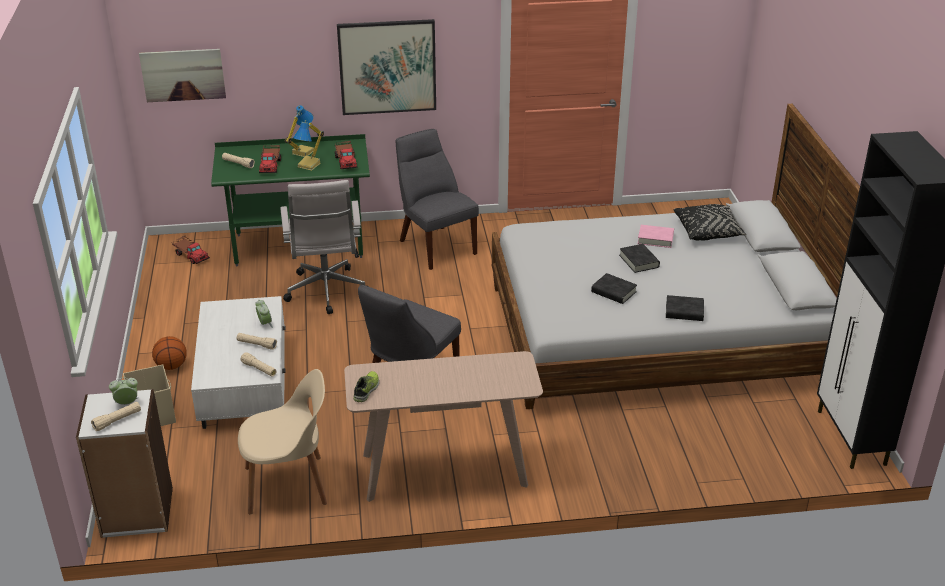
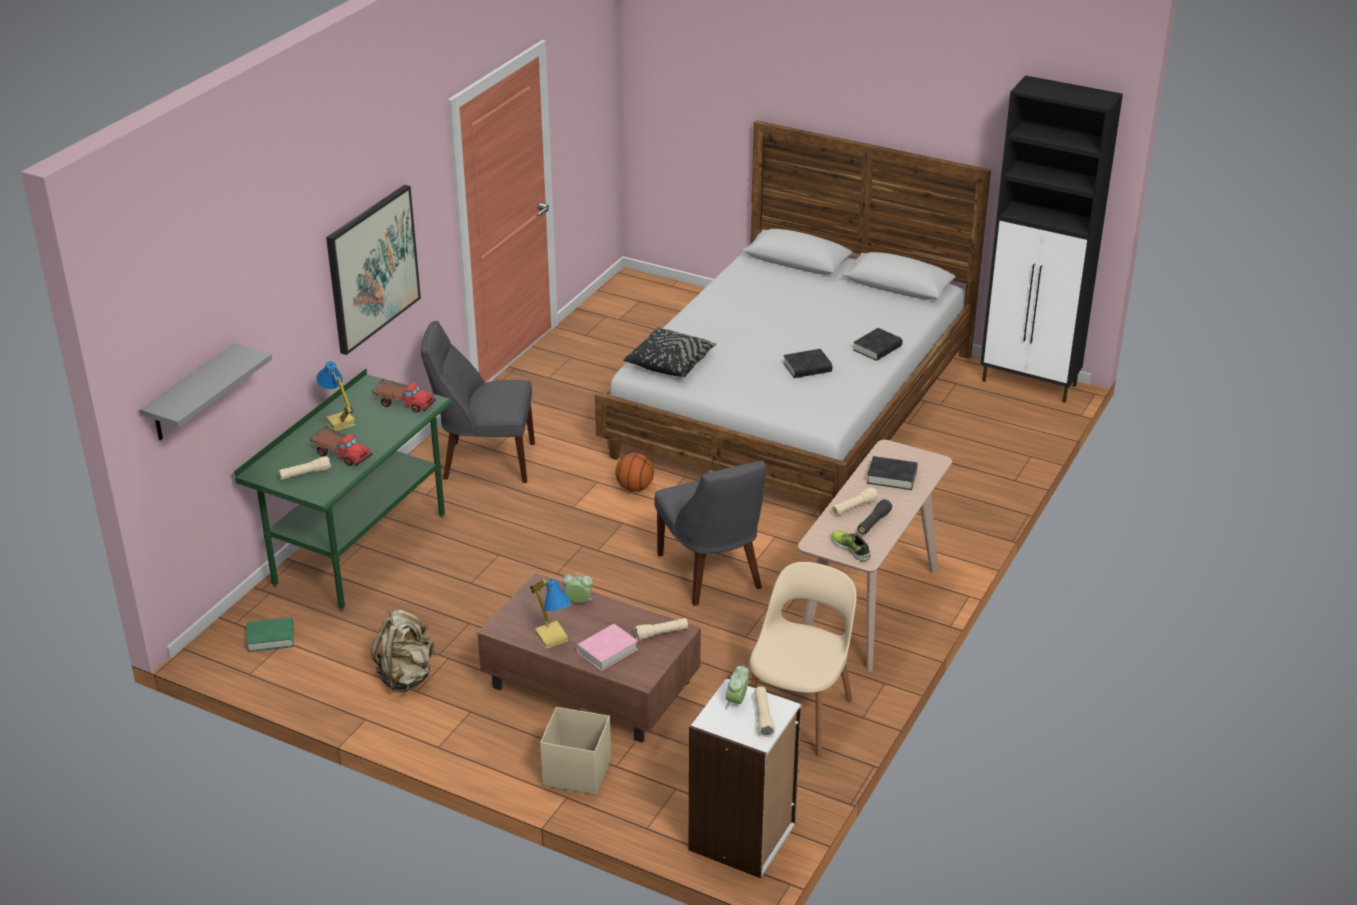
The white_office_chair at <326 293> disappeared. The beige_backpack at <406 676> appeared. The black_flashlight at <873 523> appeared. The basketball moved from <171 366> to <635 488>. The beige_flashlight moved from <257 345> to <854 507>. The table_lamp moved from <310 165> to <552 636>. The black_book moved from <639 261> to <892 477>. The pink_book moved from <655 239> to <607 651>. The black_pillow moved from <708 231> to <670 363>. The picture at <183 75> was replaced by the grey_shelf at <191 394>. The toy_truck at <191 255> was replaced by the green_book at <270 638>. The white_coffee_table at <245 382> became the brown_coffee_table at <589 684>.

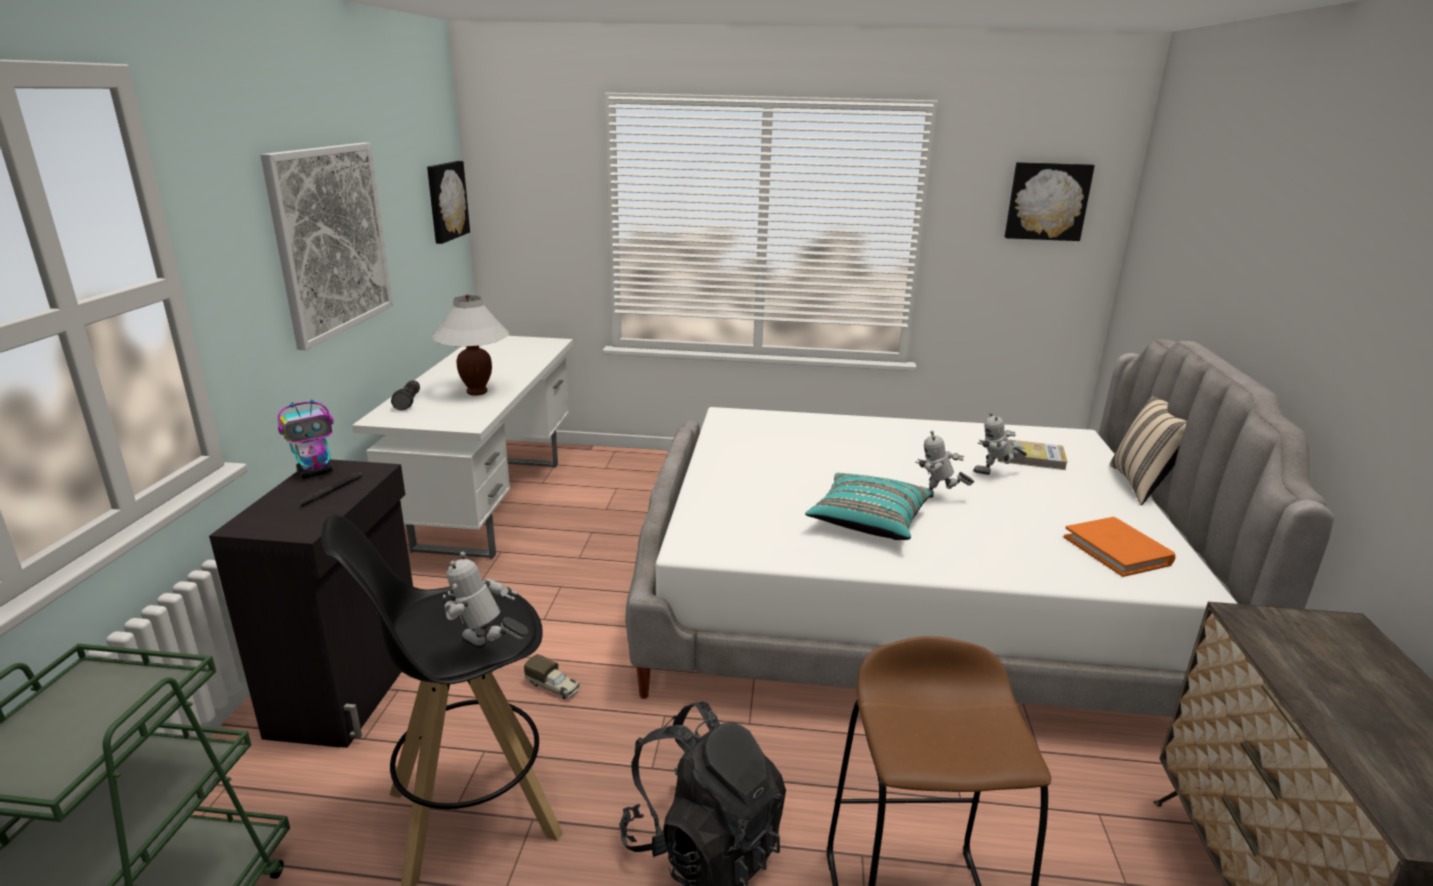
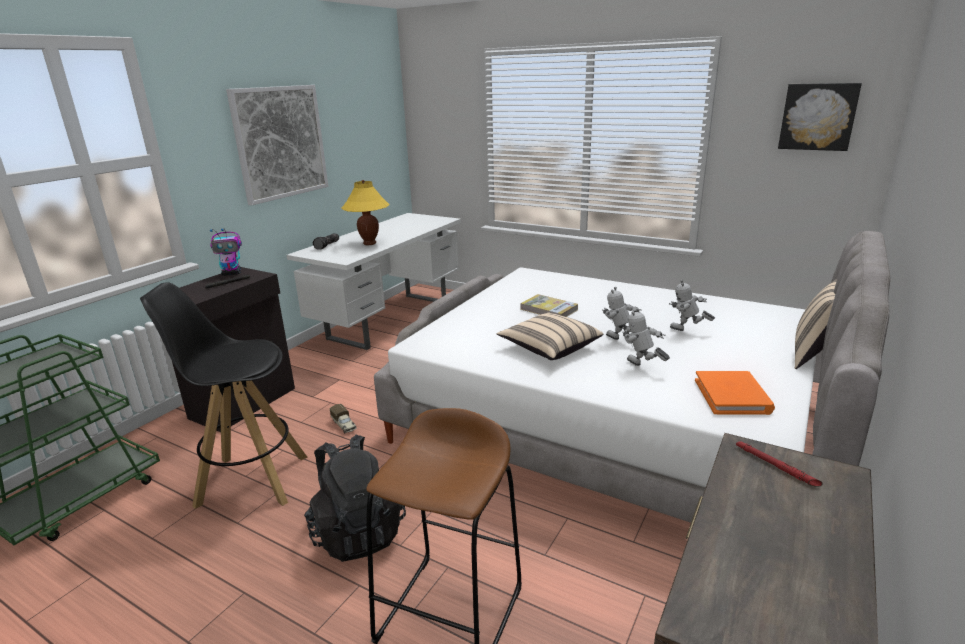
The picture at <446 201> disappeared. The red_flashlight at <776 466> appeared. The toy_robot moved from <486 652> to <641 368>. The book moved from <1030 457> to <548 309>. The white_table_lamp at <477 392> became the yellow_table_lamp at <370 243>. The turquoise_pillow at <868 522> became the beige_pillow at <549 348>.

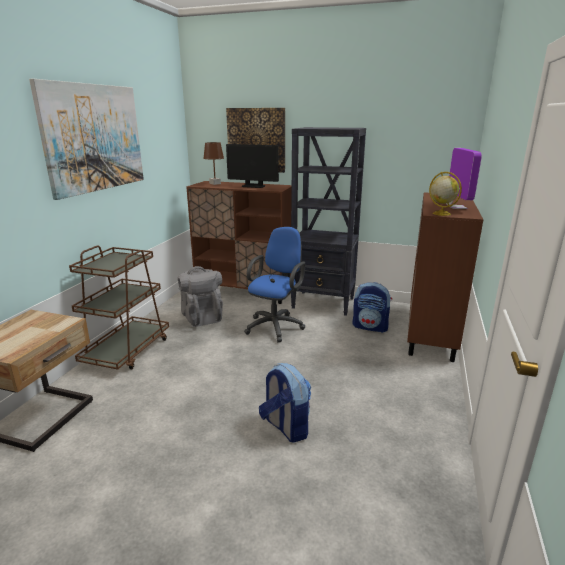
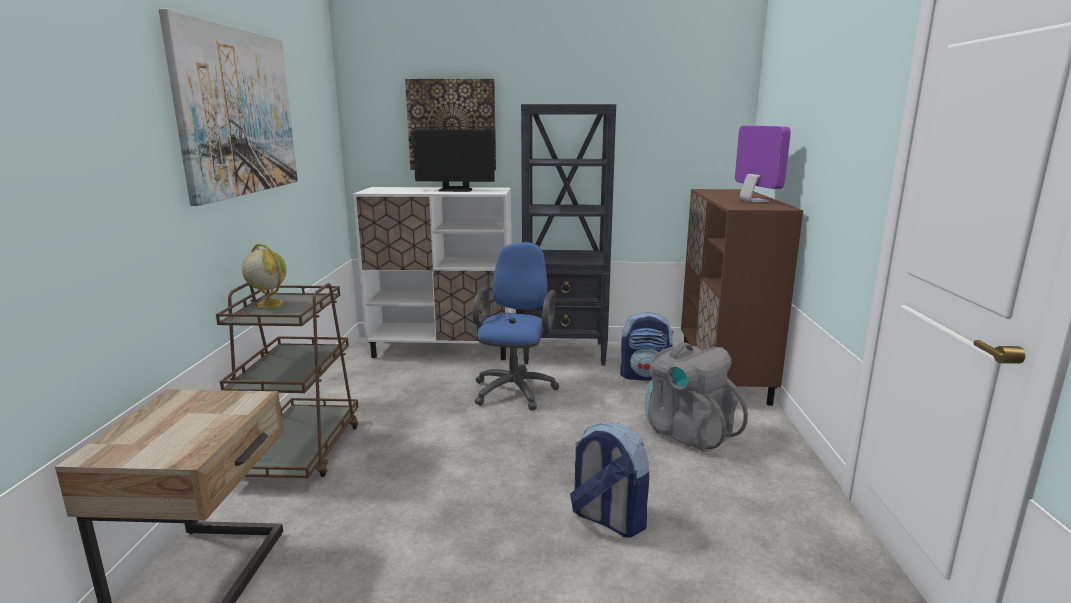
The brown_table_lamp at <214 183> disappeared. The grey_backpack moved from <202 317> to <687 432>. The globe moved from <441 213> to <268 304>. The brown_cabinet at <244 292> became the white_cabinet at <443 350>.

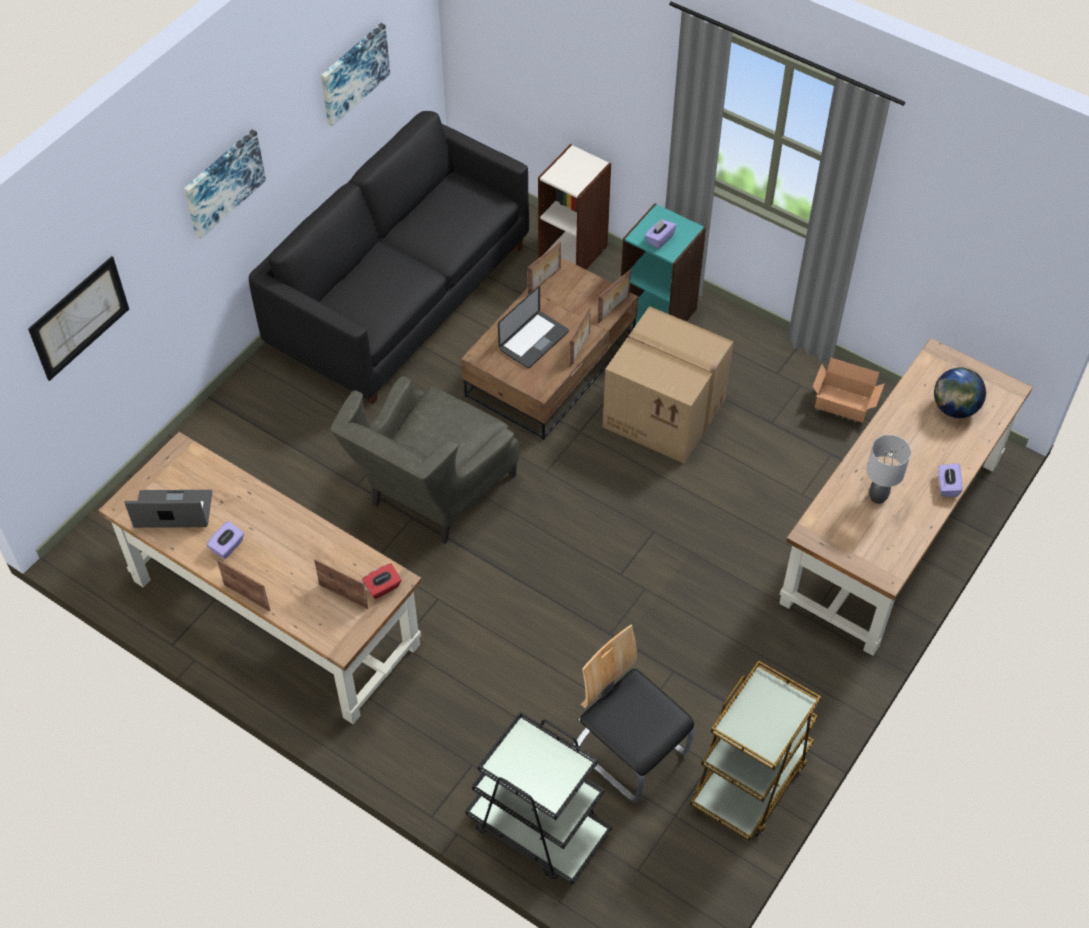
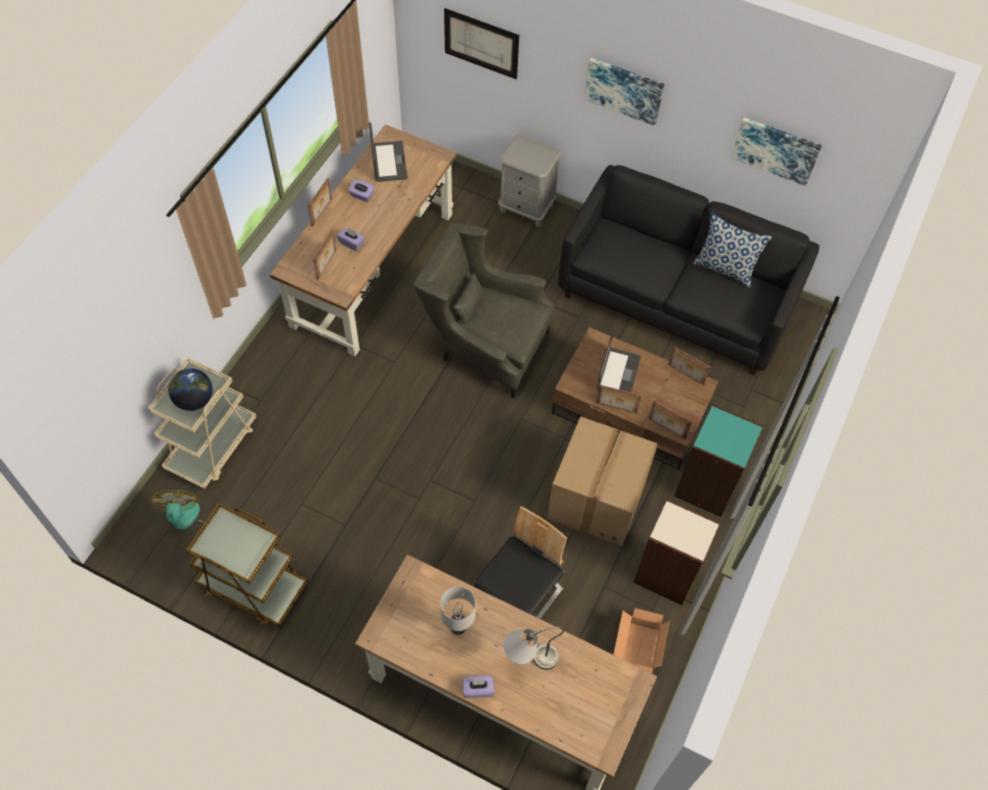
The red_tissue_box at <383 588> disappeared. The fan at <184 523> appeared. The grey_nightstand at <526 208> appeared. The grey_table_lamp at <528 660> appeared. The pillow at <725 268> appeared. The bookcase moved from <573 252> to <666 575>. The chair moved from <630 750> to <519 597>. The purple_tissue_box moved from <659 239> to <352 243>. The globe moved from <954 408> to <194 400>. The black_cart at <537 827> became the beige_cart at <212 446>. The laptop at <534 340> turned 105 degrees counterclockwise.

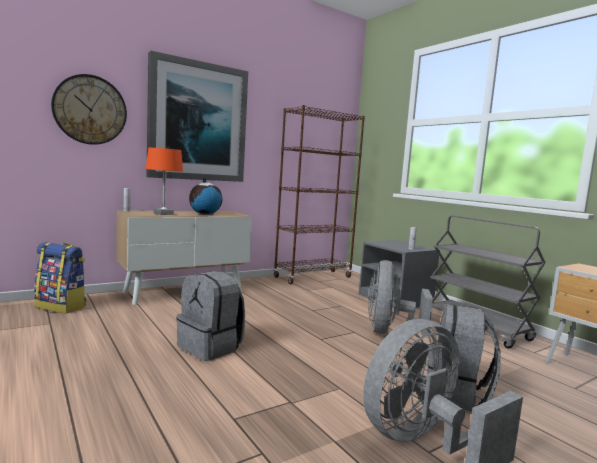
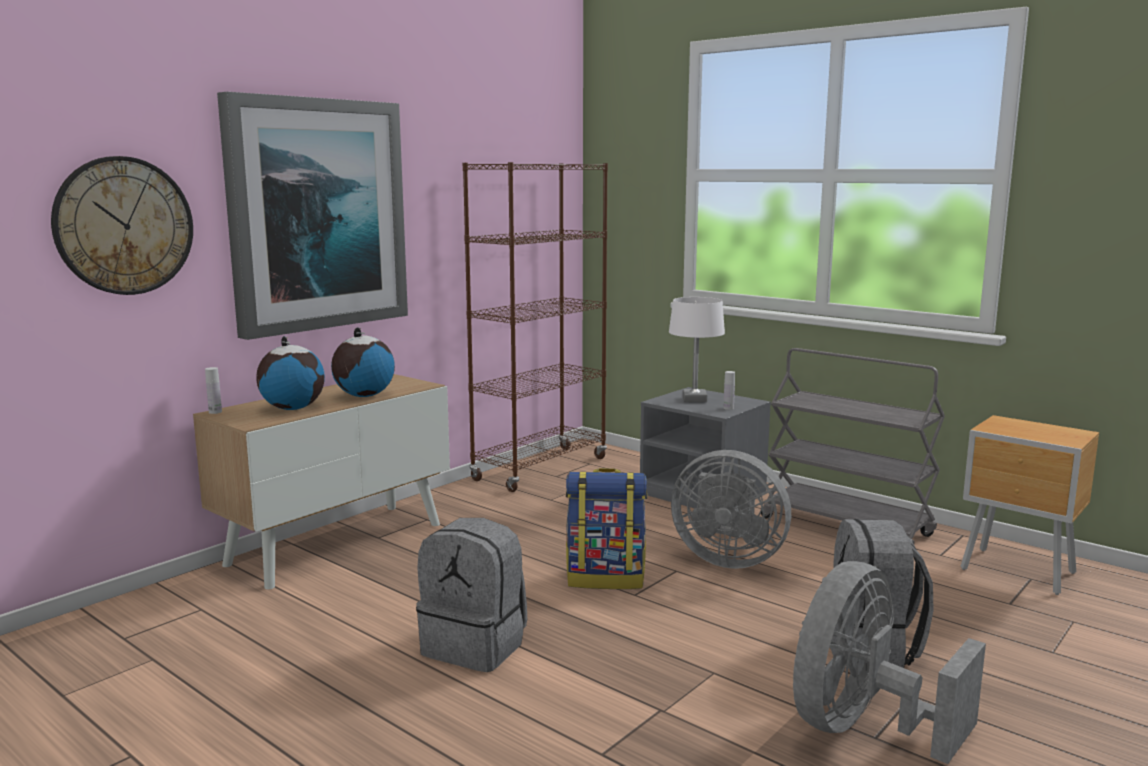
The white_table_lamp at <695 399> appeared. The backpack moved from <61 307> to <606 578>. The orange_table_lamp at <163 214> was replaced by the globe at <292 408>. The grey_fan at <389 331> turned 60 degrees counterclockwise.

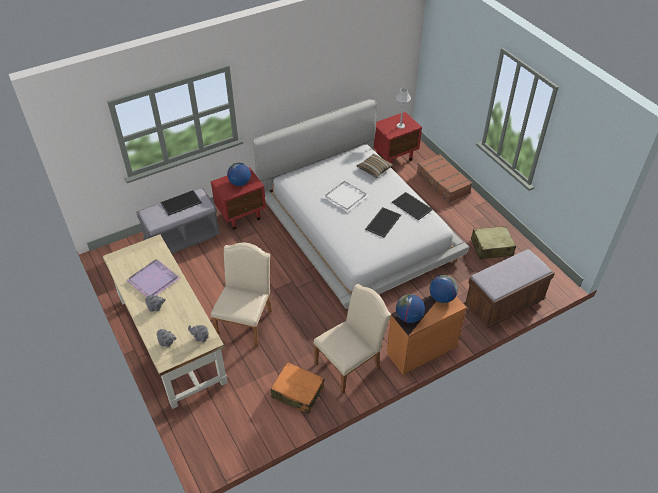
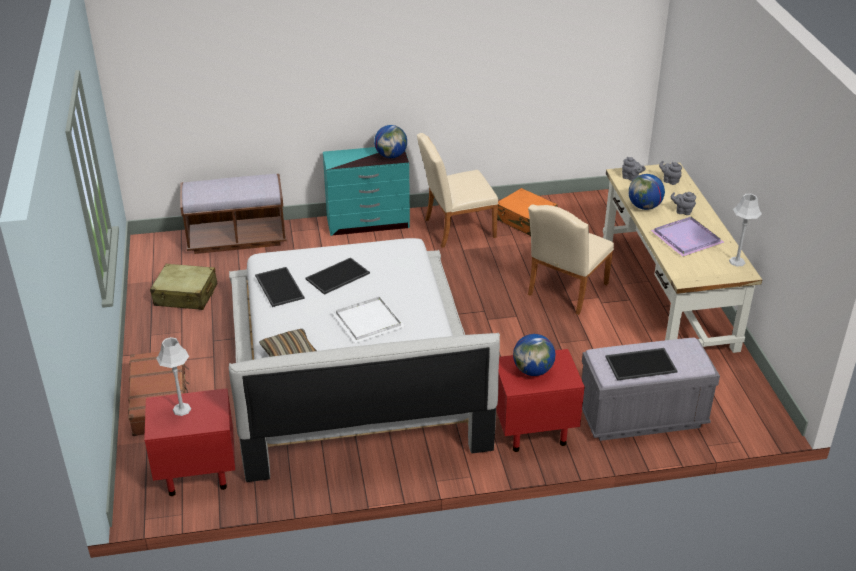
The grey_table_lamp at <737 261> appeared. The globe moved from <441 297> to <644 207>. The orange_dresser at <421 349> became the turquoise_dresser at <368 223>.

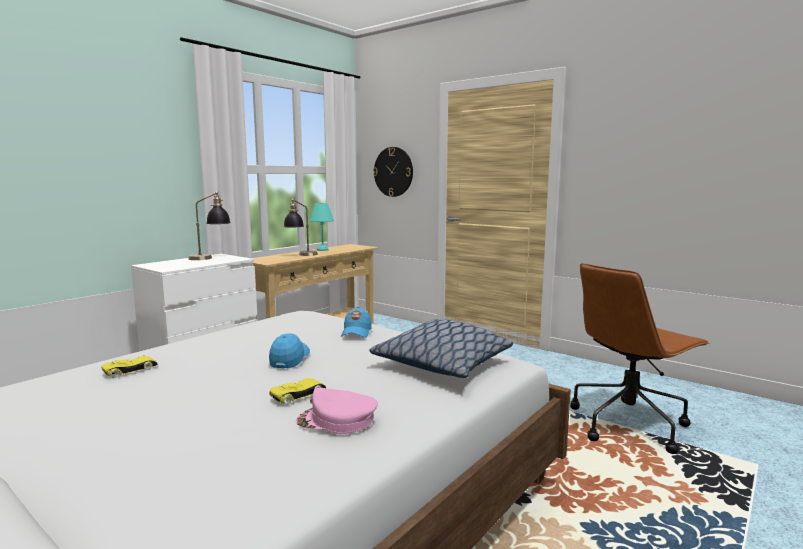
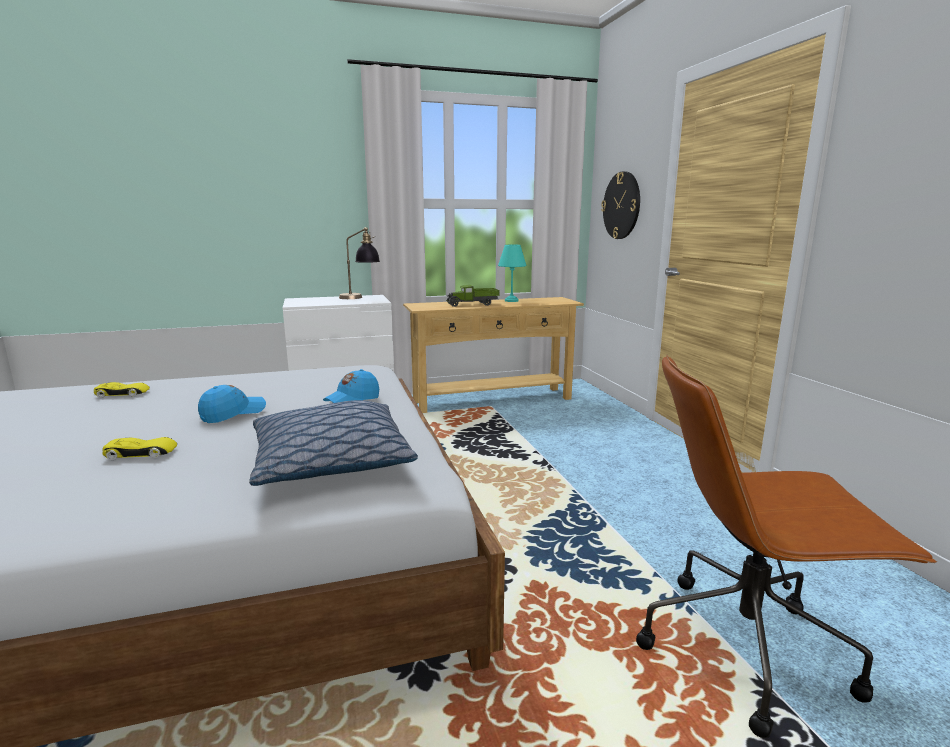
The pink_cap at <336 420> disappeared. The table_lamp at <301 255> was replaced by the toy_truck at <473 304>.

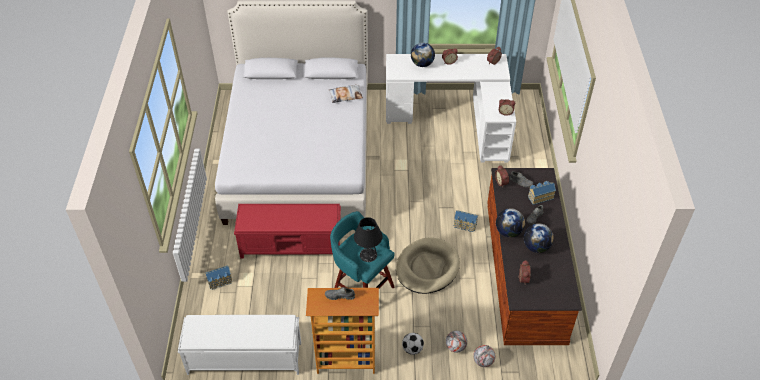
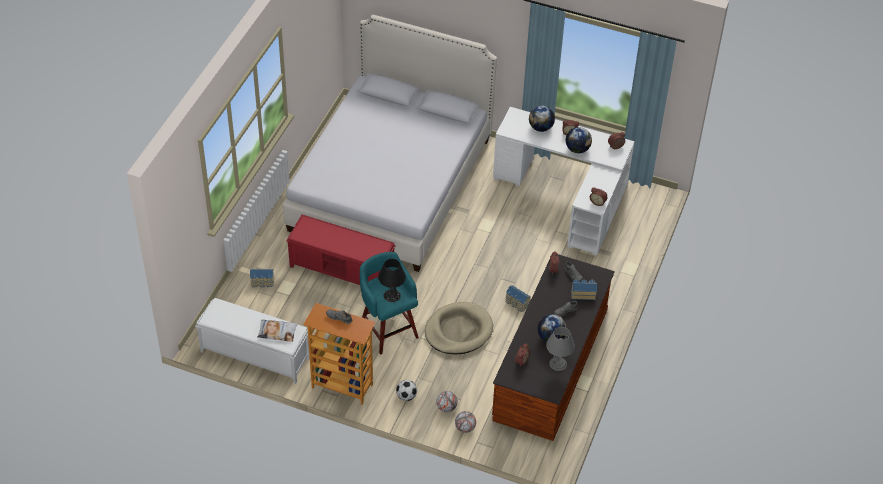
The grey_table_lamp at <558 363> appeared. The pillow moved from <345 95> to <277 332>. The globe moved from <508 232> to <577 149>.

